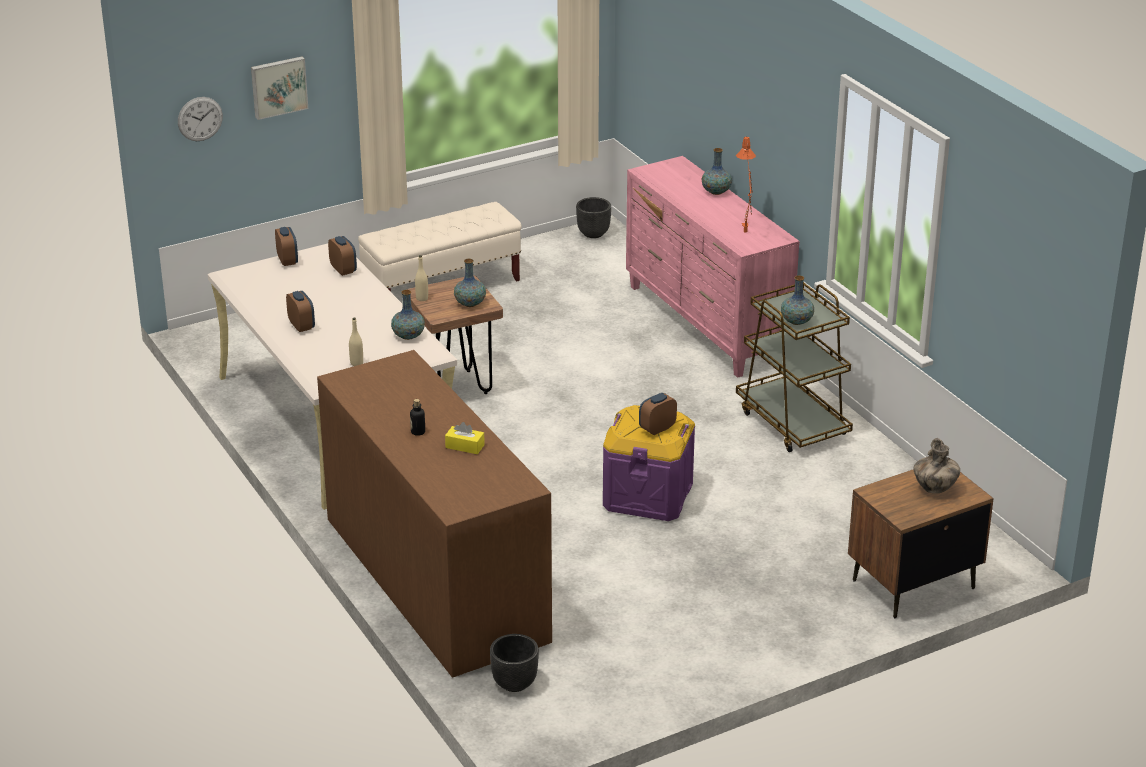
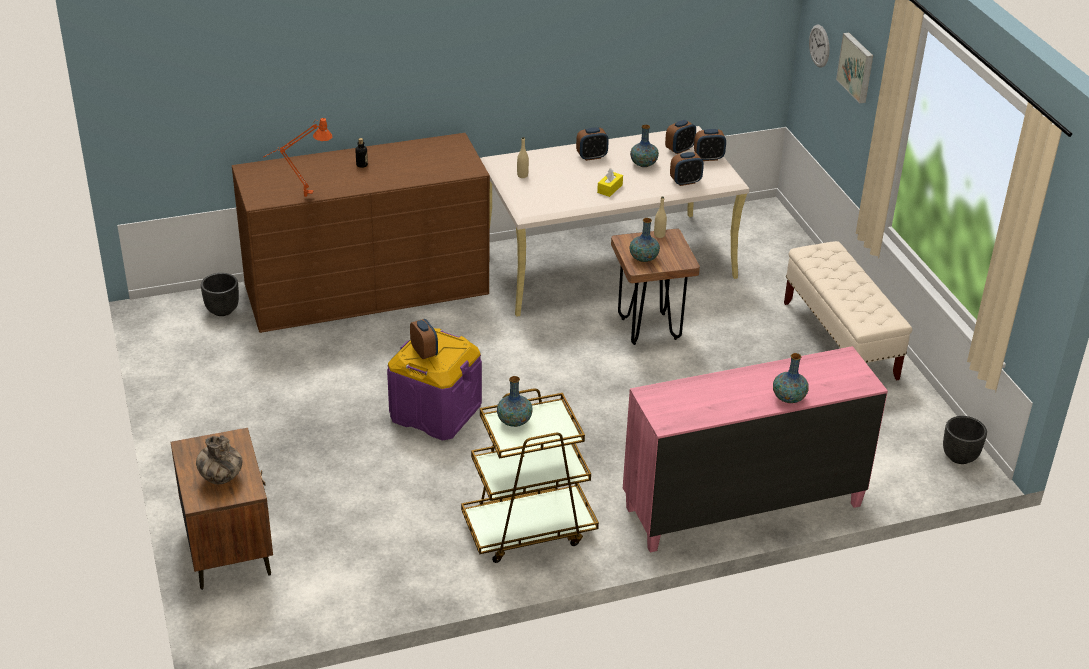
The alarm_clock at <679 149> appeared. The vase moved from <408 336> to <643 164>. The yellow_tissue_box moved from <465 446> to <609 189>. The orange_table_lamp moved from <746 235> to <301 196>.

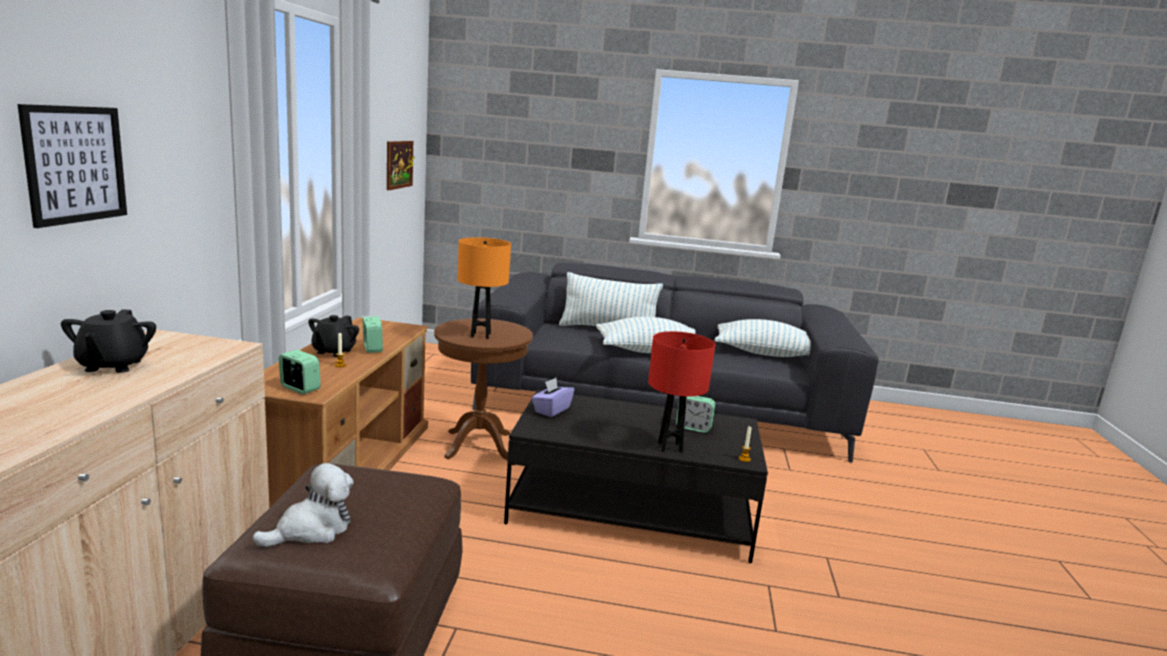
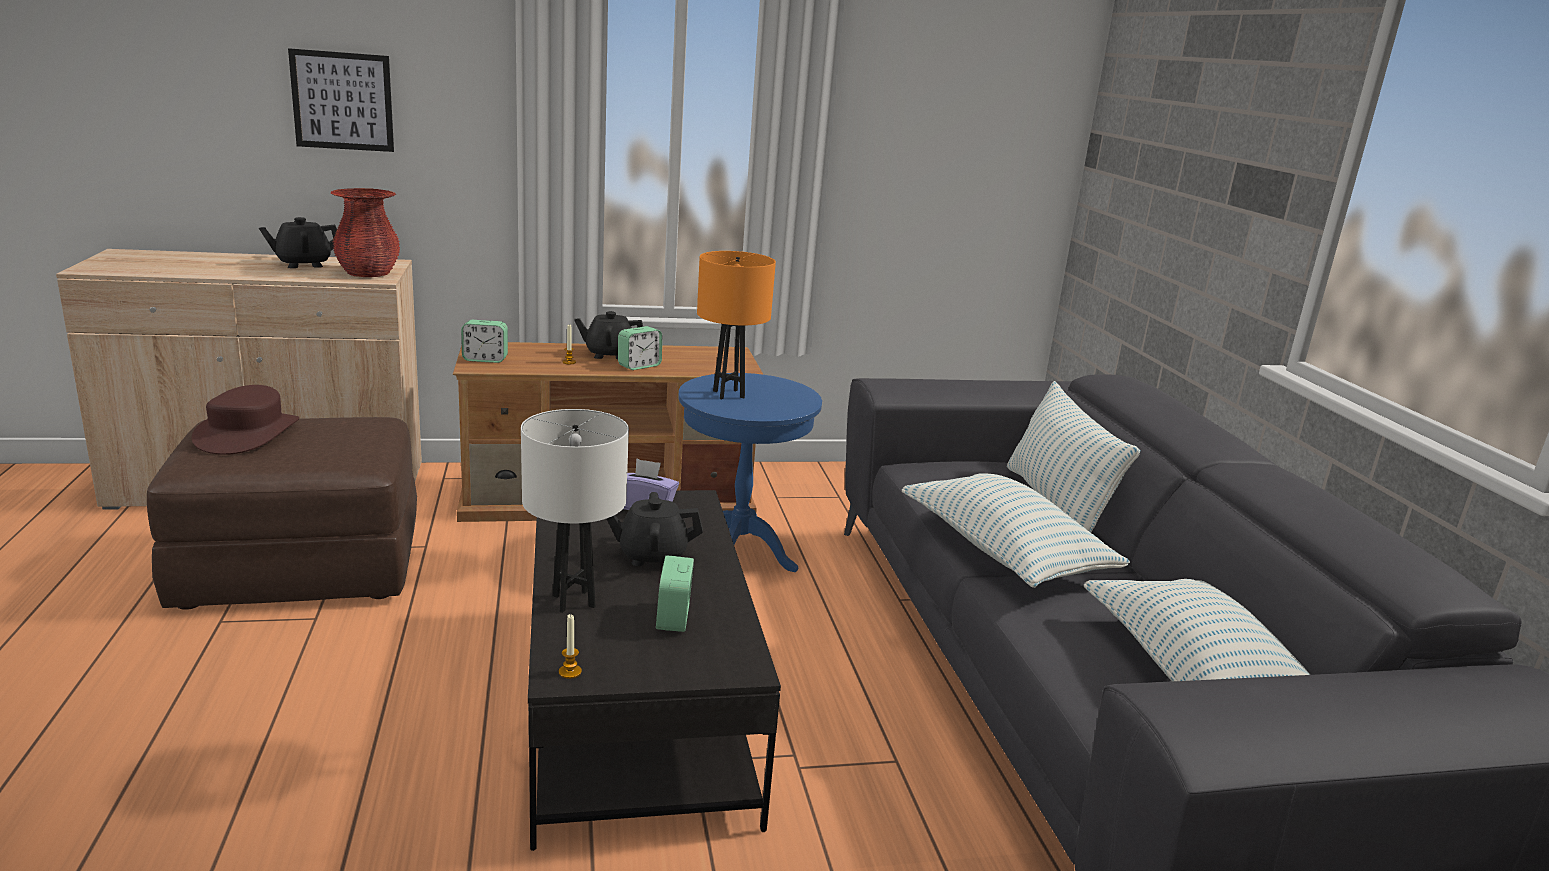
The picture at <399 164> disappeared. The red_vase at <368 273> appeared. The black_teapot at <652 555> appeared. The plush_toy at <311 530> was replaced by the brown_hat at <247 433>. The brown_side_table at <478 445> became the blue_side_table at <738 557>. The red_table_lamp at <669 447> became the white_table_lamp at <573 601>. The alarm_clock at <299 388> turned 75 degrees clockwise.

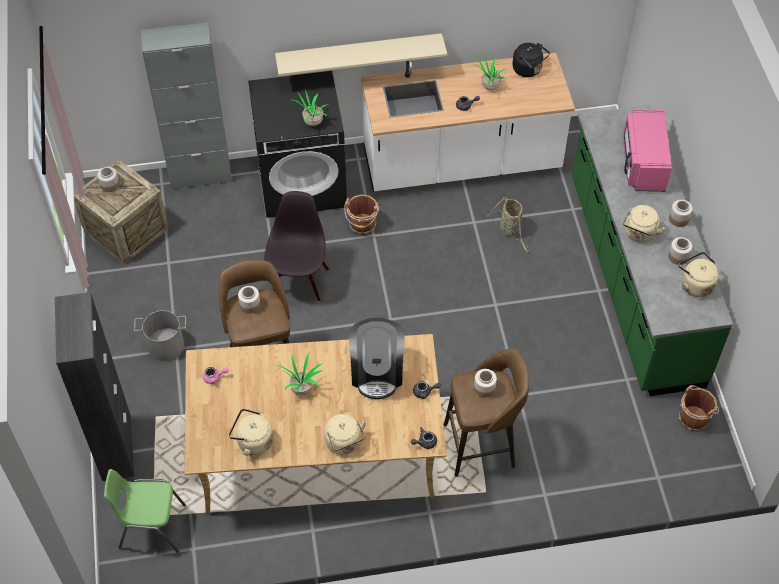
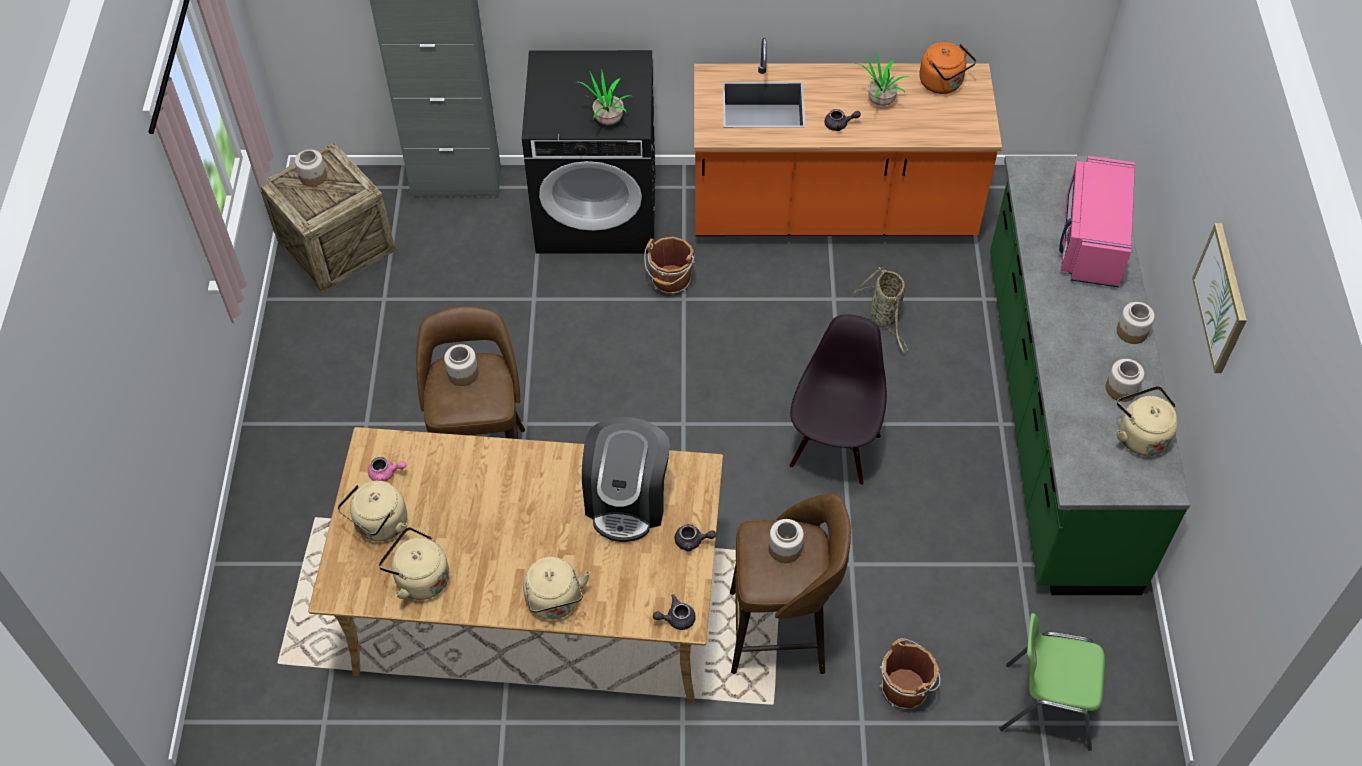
The black_cabinet at <116 447> disappeared. The grey_bucket at <166 345> disappeared. The beige_shelf at <359 53> disappeared. The potted_plant at <302 388> disappeared. The picture at <1221 298> appeared. The green_chair moved from <151 527> to <1046 704>. The black_chair moved from <299 282> to <833 450>. The beige_kettle moved from <639 234> to <380 526>. The brown_bucket moved from <694 417> to <906 688>. The white_counter at <461 163> became the orange_counter at <832 211>. The black_kettle at <528 70> became the orange_kettle at <943 83>.

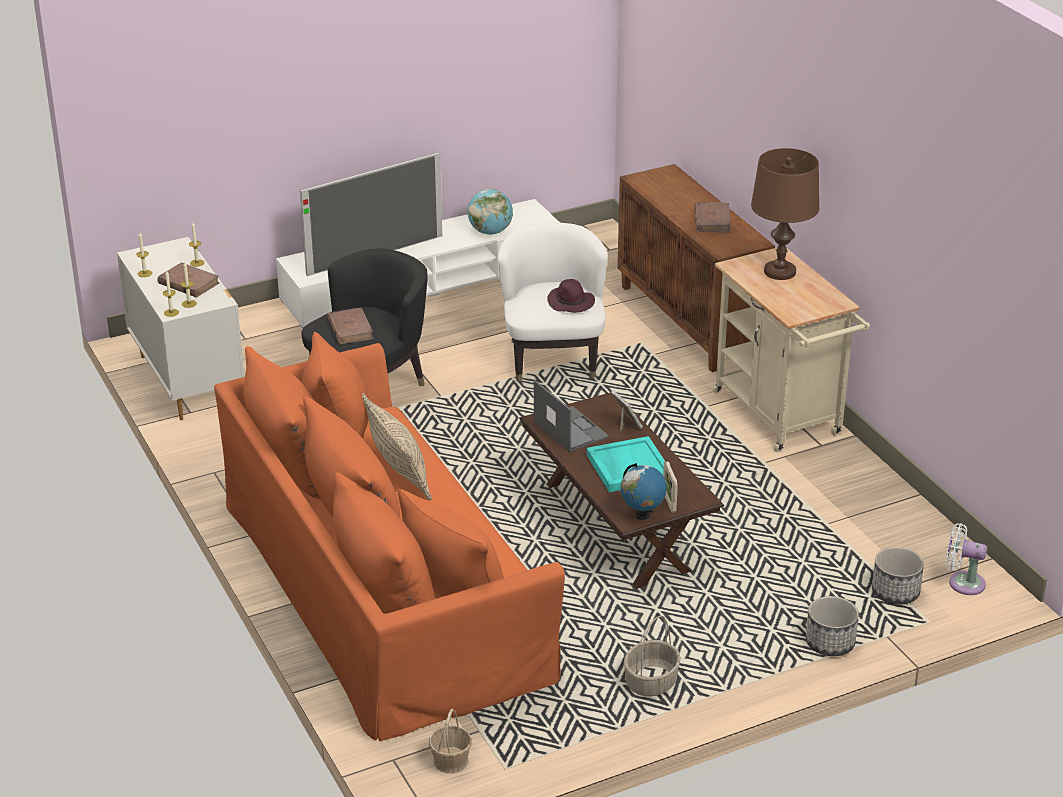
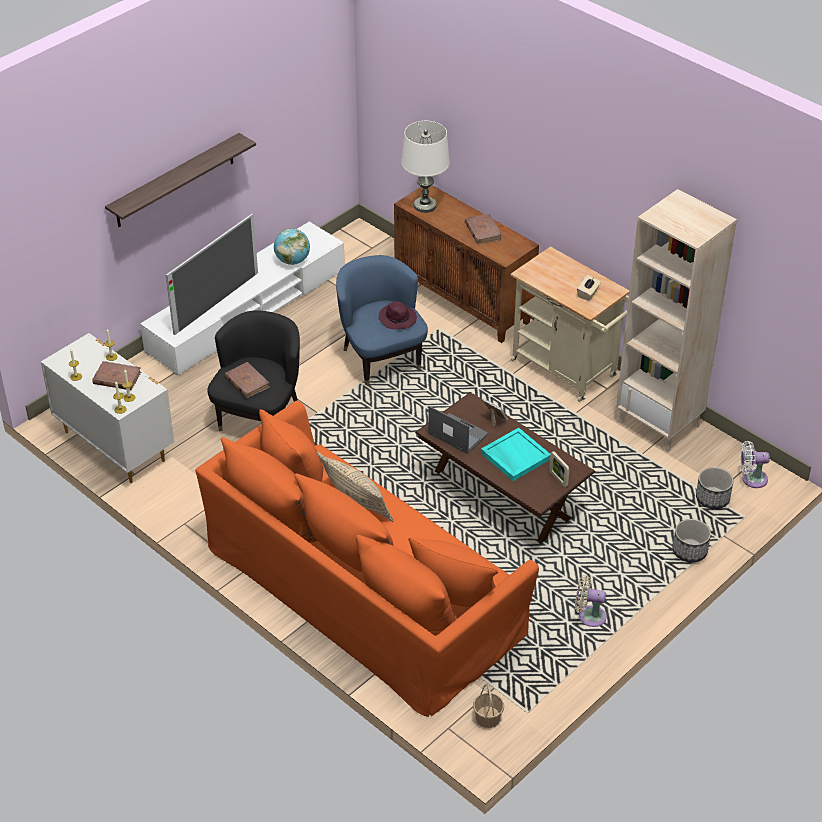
The globe at <642 515> disappeared. The brown_table_lamp at <780 272> disappeared. The shelf at <175 181> appeared. The white_table_lamp at <425 206> appeared. The beige_tissue_box at <588 294> appeared. The beige_bookcase at <659 424> appeared. The basket at <651 683> was replaced by the beige_fan at <589 616>. The white_armchair at <552 357> became the blue_armchair at <380 357>.

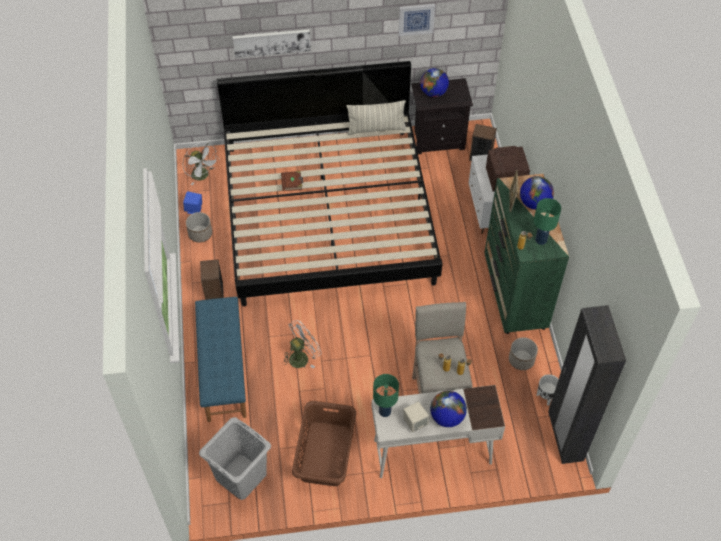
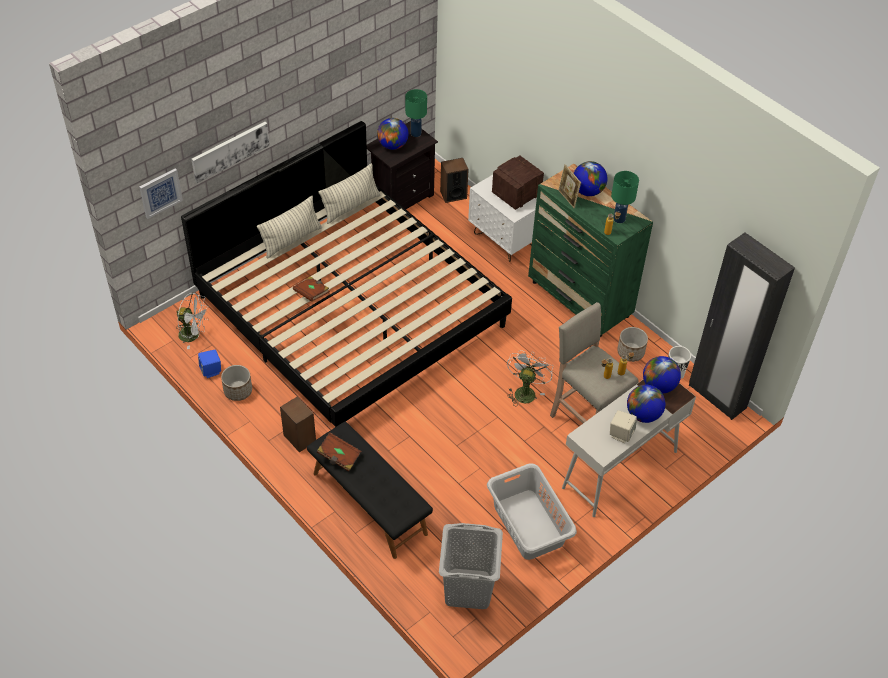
The pillow at <291 240> appeared. The brown_book at <339 457> appeared. The globe at <658 386> appeared. The white_fan moved from <302 356> to <525 391>. The green_table_lamp moved from <384 411> to <415 133>. The picture moved from <416 19> to <160 192>. The blue_bench at <223 369> became the black_bench at <368 503>. The brown_laundry_basket at <324 454> became the grey_laundry_basket at <528 525>.

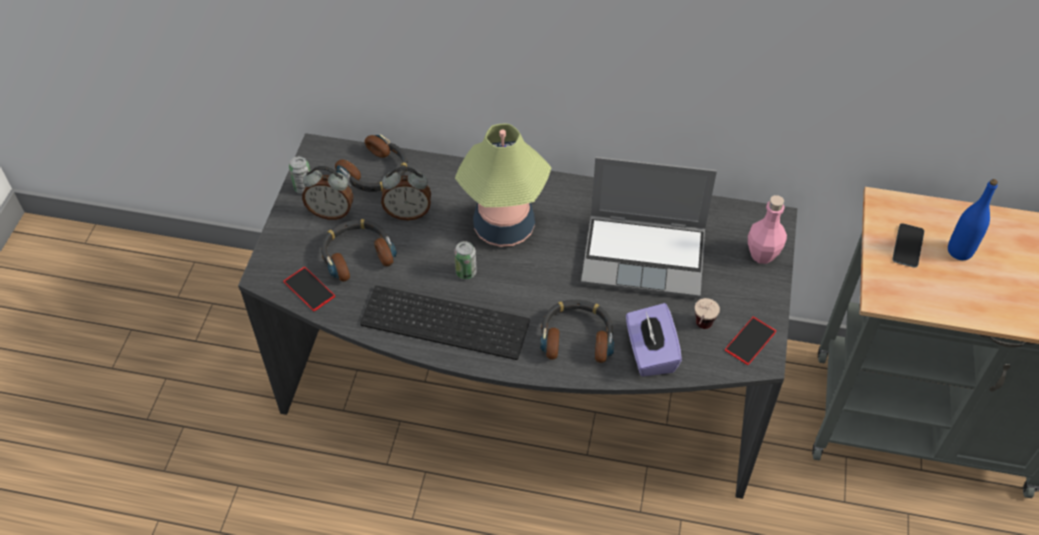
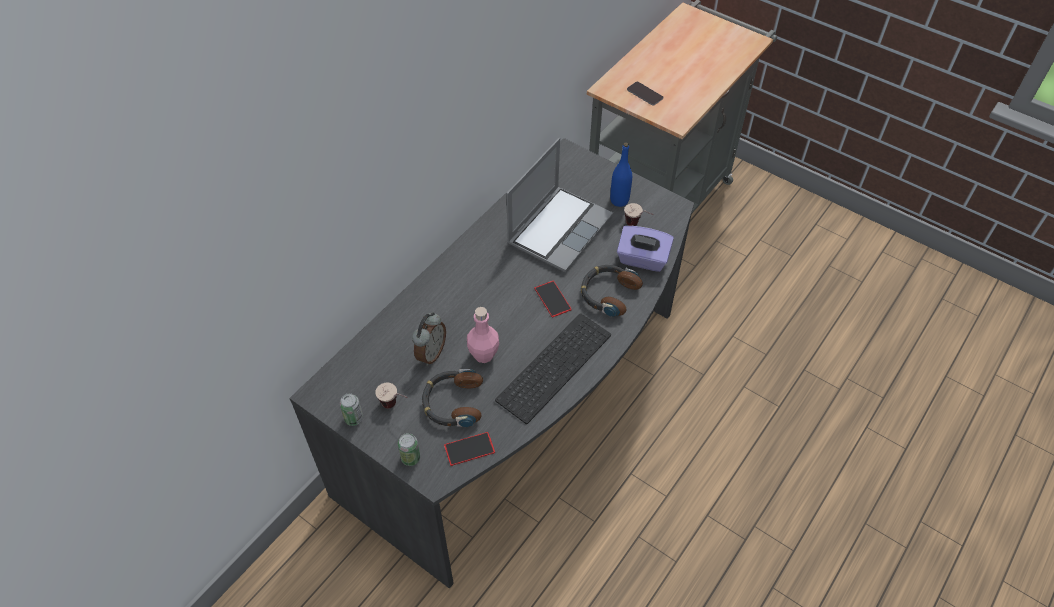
The headphones at <375 172> disappeared. The table_lamp at <504 226> disappeared. The can moved from <466 272> to <410 458>. The phone moved from <750 341> to <552 299>. The pink_bottle moved from <762 254> to <483 354>. The blue_bottle moved from <959 251> to <619 200>. The alarm_clock at <331 212> was replaced by the cup at <395 406>.

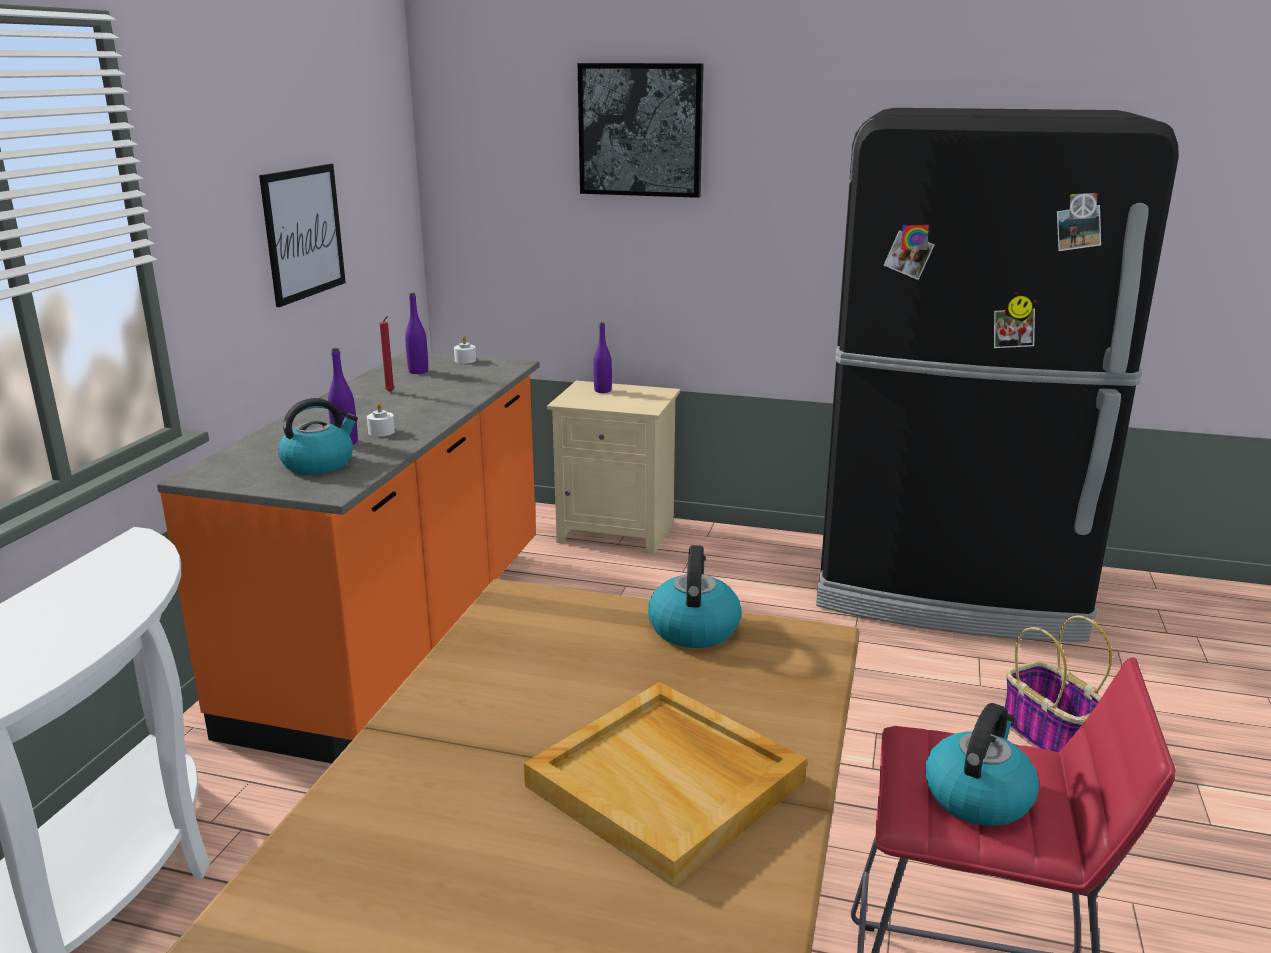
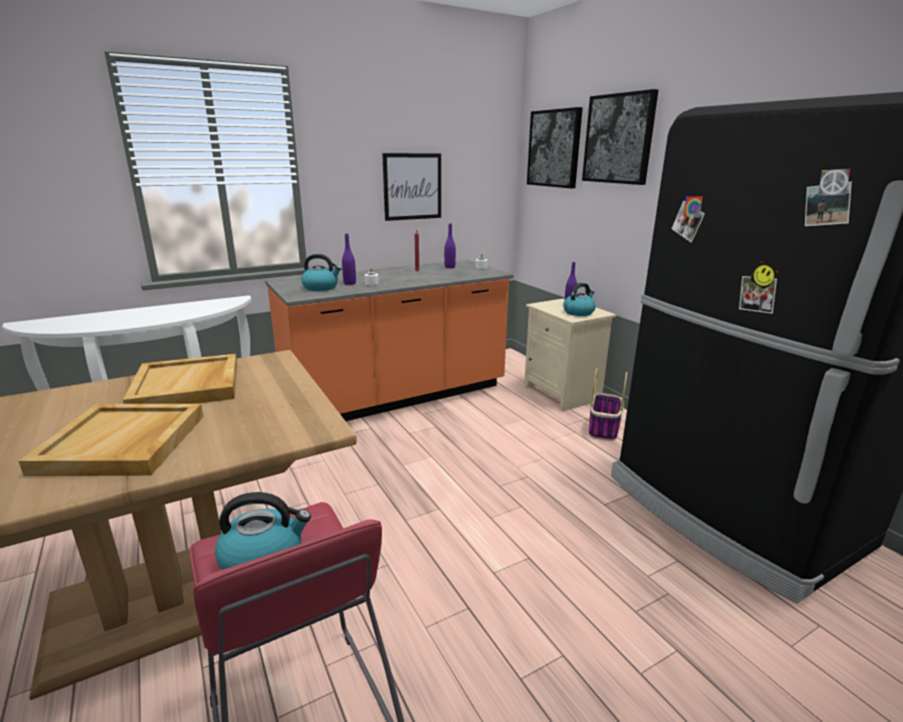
The beige_tray at <188 386> appeared. The picture at <554 148> appeared. The kettle moved from <693 628> to <578 312>. The basket moved from <1050 738> to <603 429>.

